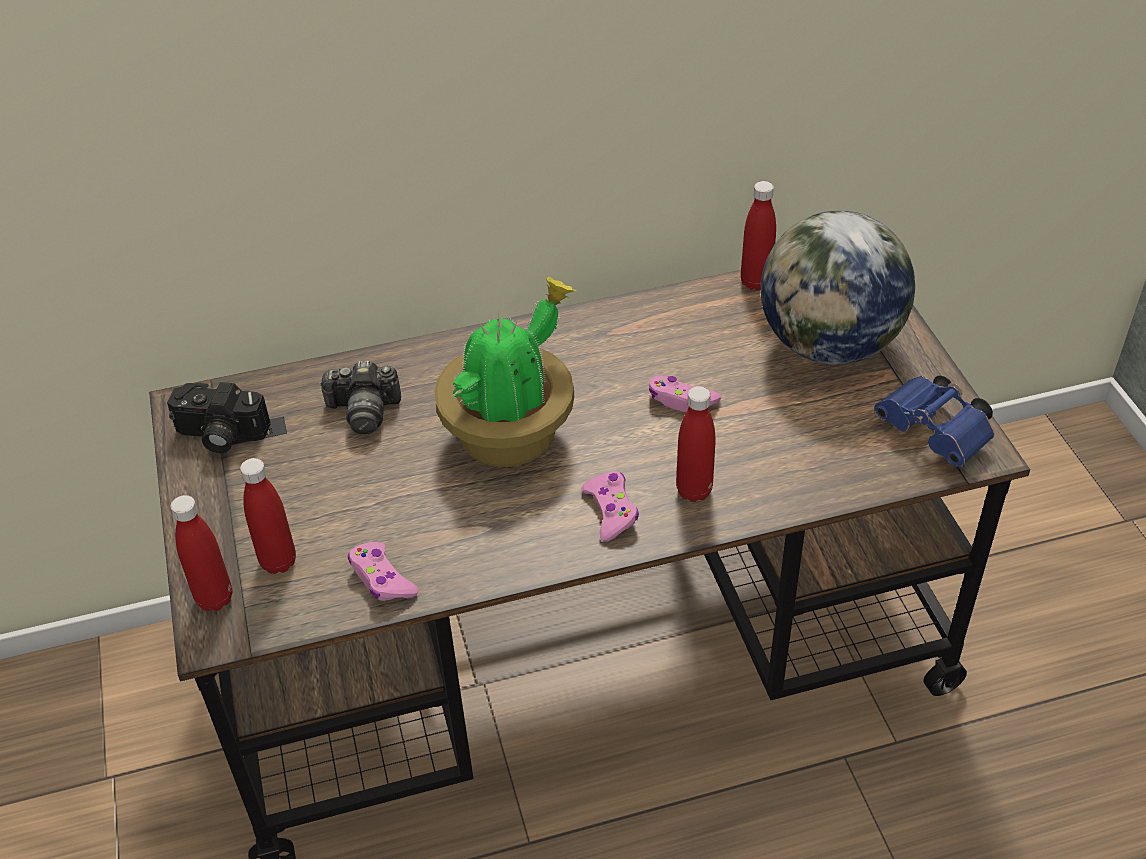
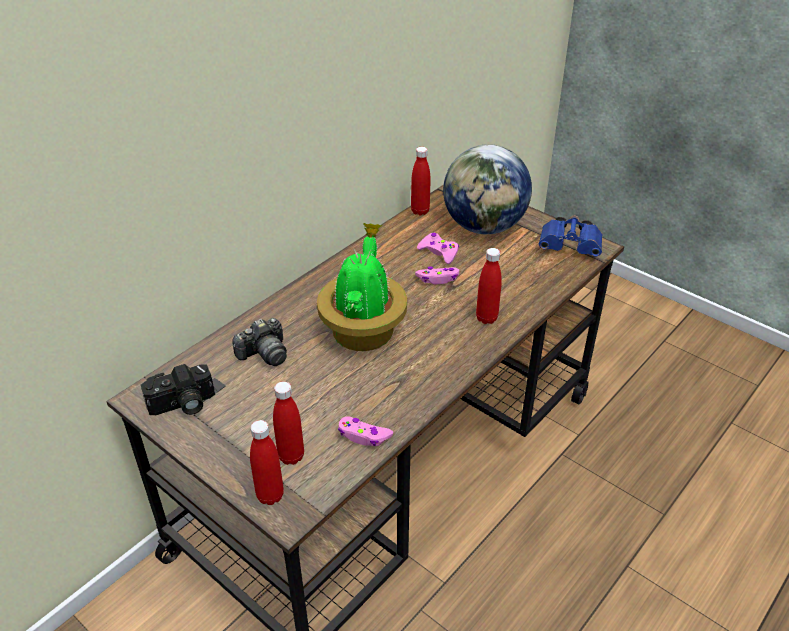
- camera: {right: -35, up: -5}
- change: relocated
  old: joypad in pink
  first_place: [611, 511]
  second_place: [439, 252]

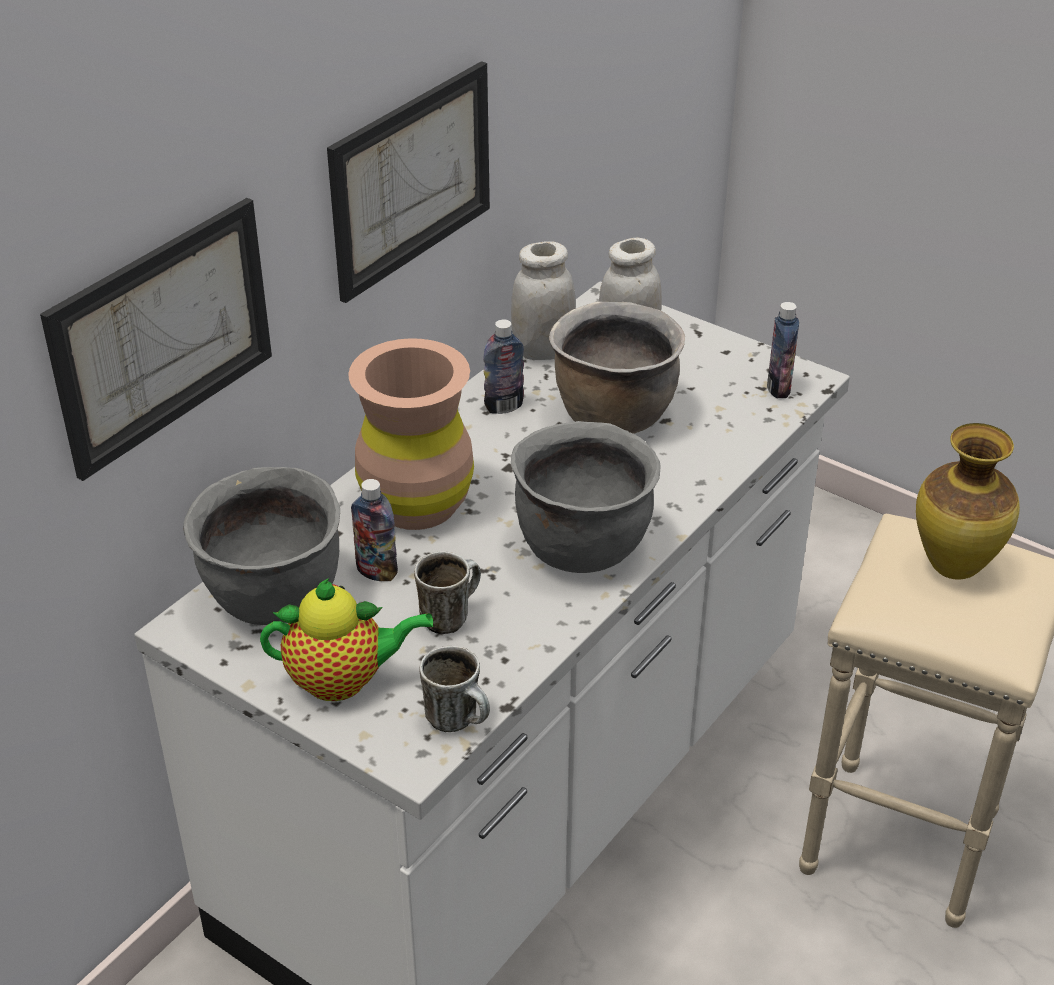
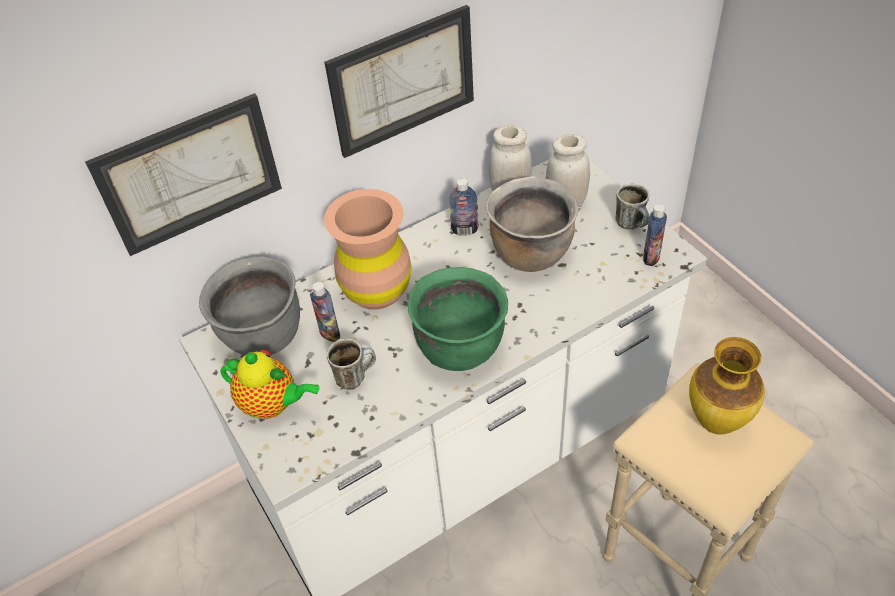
- camera: {right: 25, up: 10}
- change: colour
  old: cooking pot in greyish
  new: cooking pot in greenish
  first_place: [582, 546]
  second_place: [460, 347]
- change: relocated
  old: tea mug
  first_place: [460, 721]
  second_place: [633, 225]

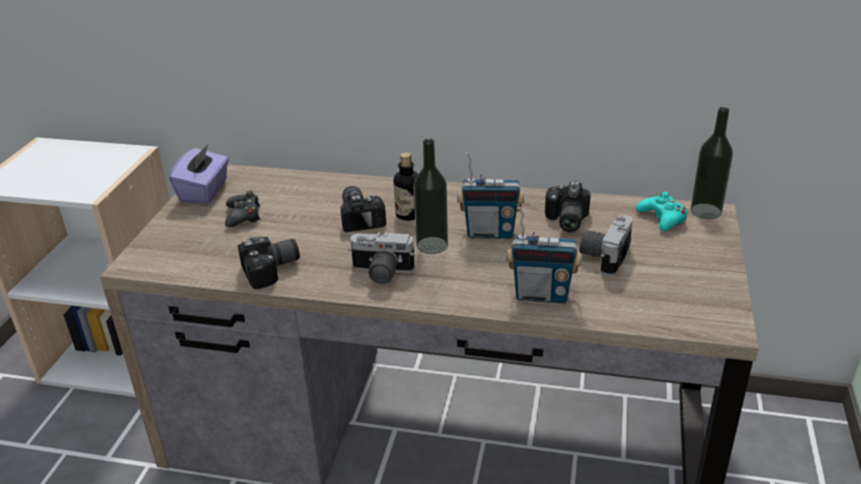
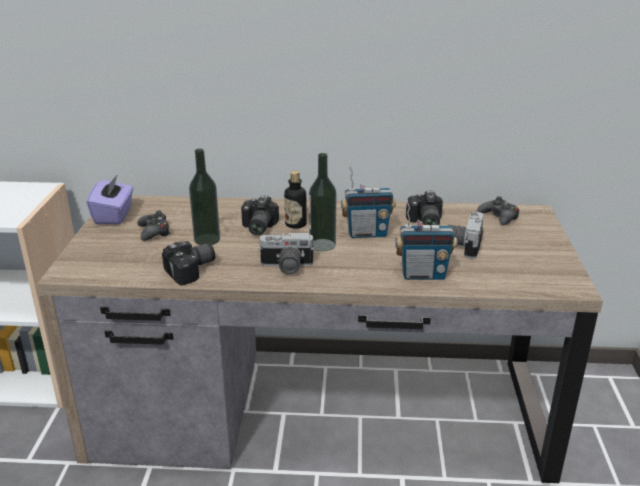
- camera: {right: -10, up: -5}
- change: relocated
  old: drink bottle
  first_place: [706, 211]
  second_place: [207, 239]
- change: spun
  old: still camera
  first_place: [362, 217]
  second_place: [257, 228]
  degrees: -150
- change: colour
  old: joypad in blue-green
  new: joypad in black-coloured
  first_place: [662, 218]
  second_place: [499, 217]

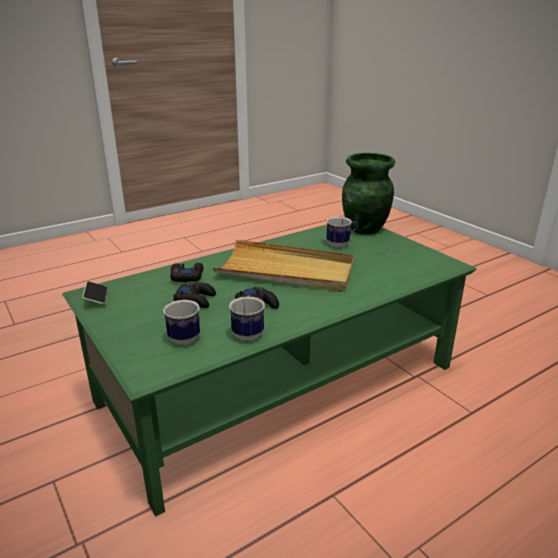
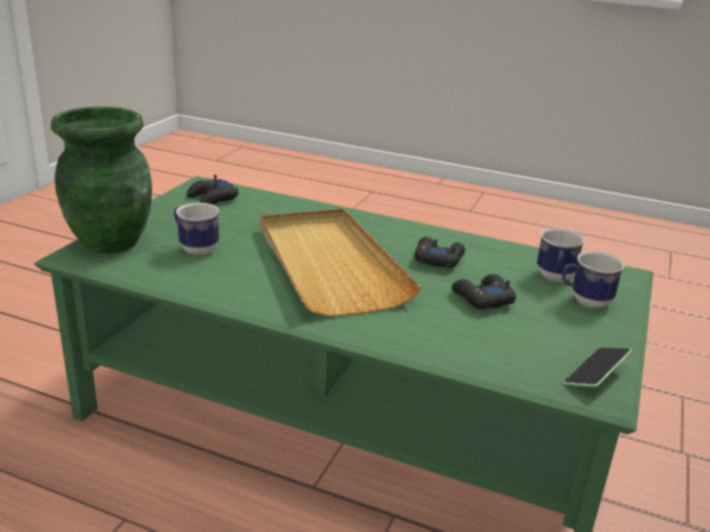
- camera: {right: -125, up: 0}
- change: relocated
  old: joypad in black-coloured
  first_place: [186, 276]
  second_place: [212, 199]
- change: relocated
  old: tea mug
  first_place: [250, 333]
  second_place: [584, 301]

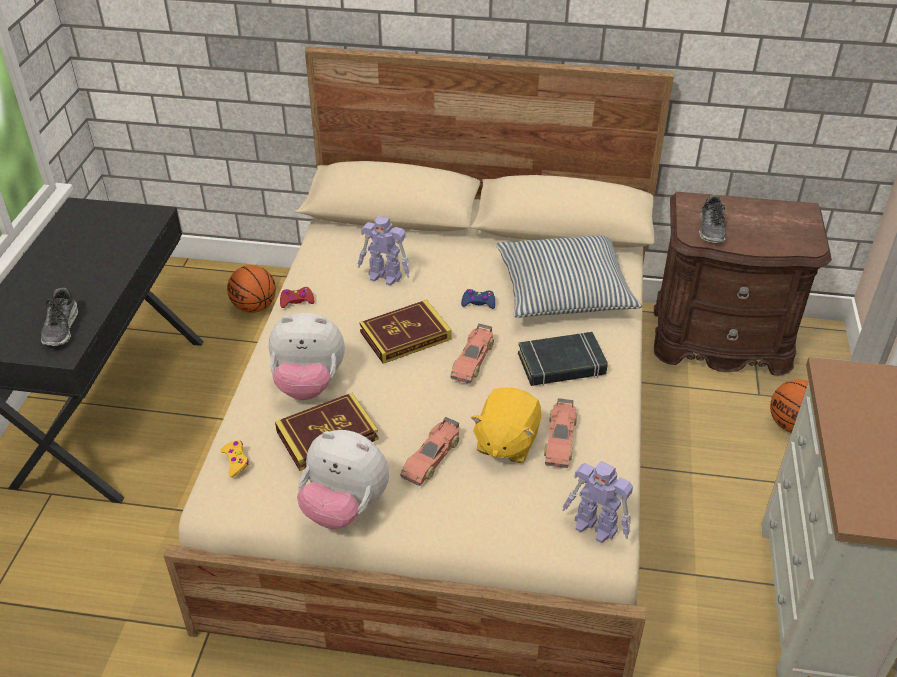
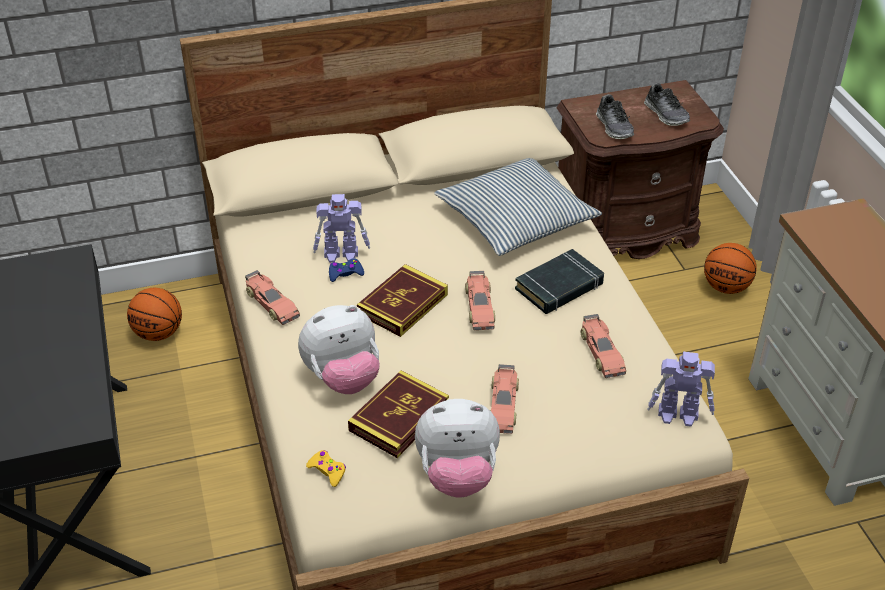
- camera: {right: -25, up: 0}
- change: exchanged
  old: joypad in reddish
  new: model car
  first_place: [296, 301]
  second_place: [271, 304]
- change: relocated
  old: low shoe
  first_place: [61, 328]
  second_place: [666, 114]
- change: relocated
  old: joypad in bluish
  first_place: [478, 302]
  second_place: [345, 273]
- change: missing
  old: soft toy in yellowish
  first_place: [506, 442]

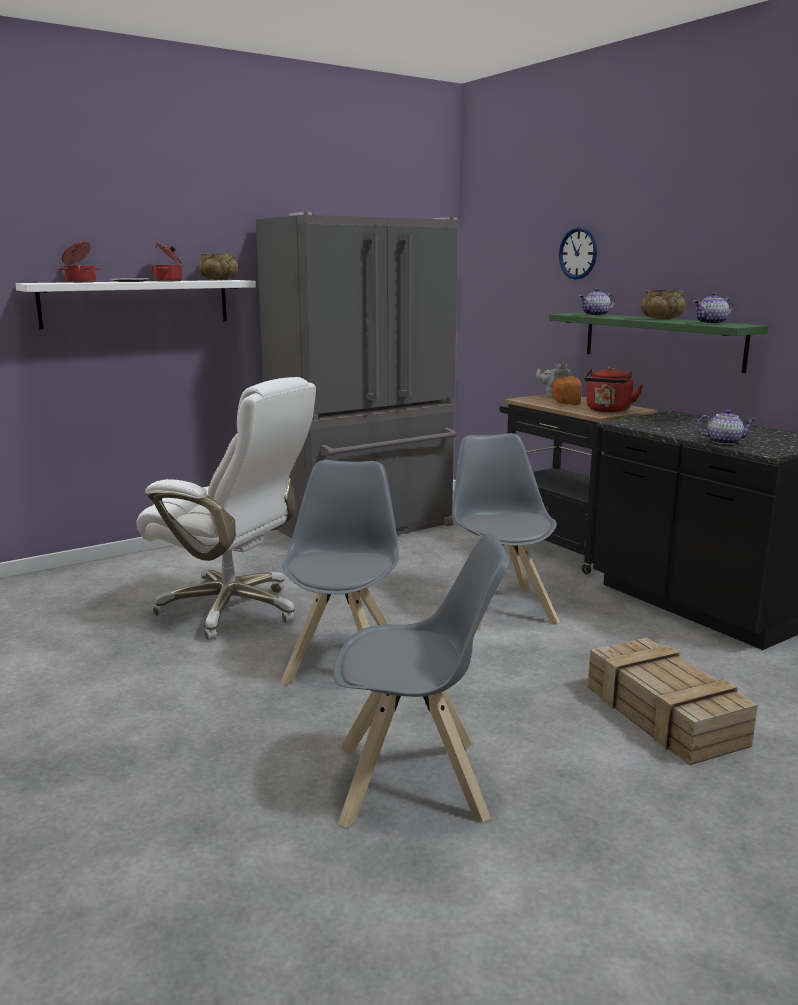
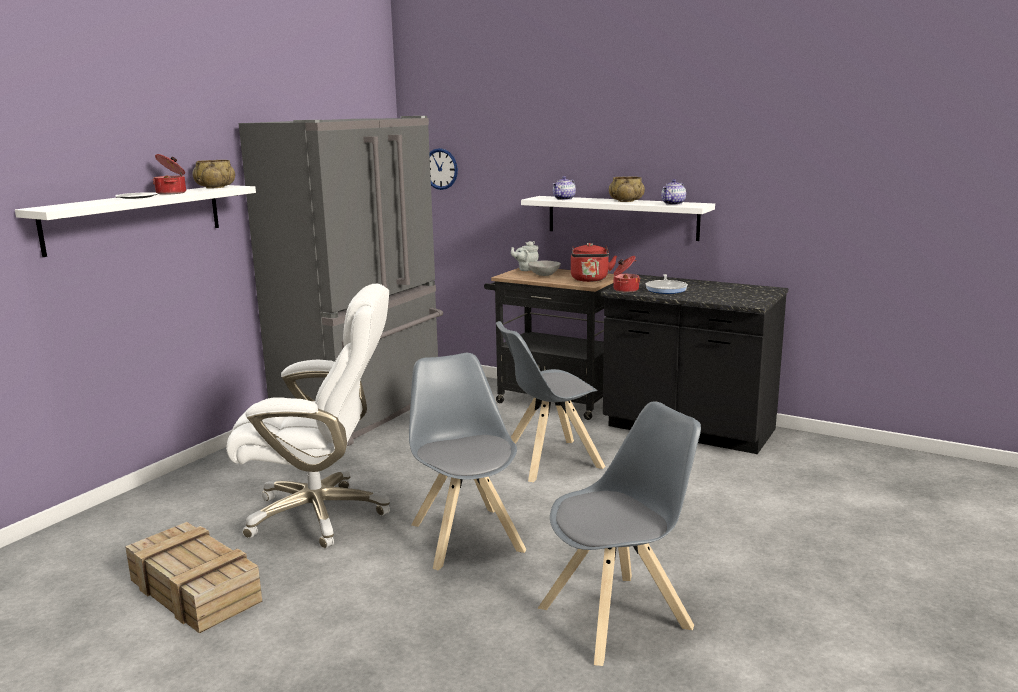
- camera: {right: -25, up: 0}
- change: relocated
  old: clock on the wall
  first_place: [578, 253]
  second_place: [440, 169]
- change: relocated
  old: cooking pot
  first_place: [80, 282]
  second_place: [625, 290]
- change: colour
  old: bracket shelf in greenish
  new: bracket shelf in white
  first_place: [661, 340]
  second_place: [621, 217]
- change: exchanged
  old: bread
  new: serving bowl in greyish
  first_place: [565, 402]
  second_place: [544, 275]
- change: missing
  old: tea pot
  first_place: [724, 442]
- change: spun
  old: plain chair in greyish
  first_place: [500, 607]
  second_place: [548, 461]
  degrees: -75
- change: relocated
  old: packing crate
  first_place: [661, 714]
  second_place: [193, 590]
- change: appeared
  new: skillet
  second_place: [666, 289]

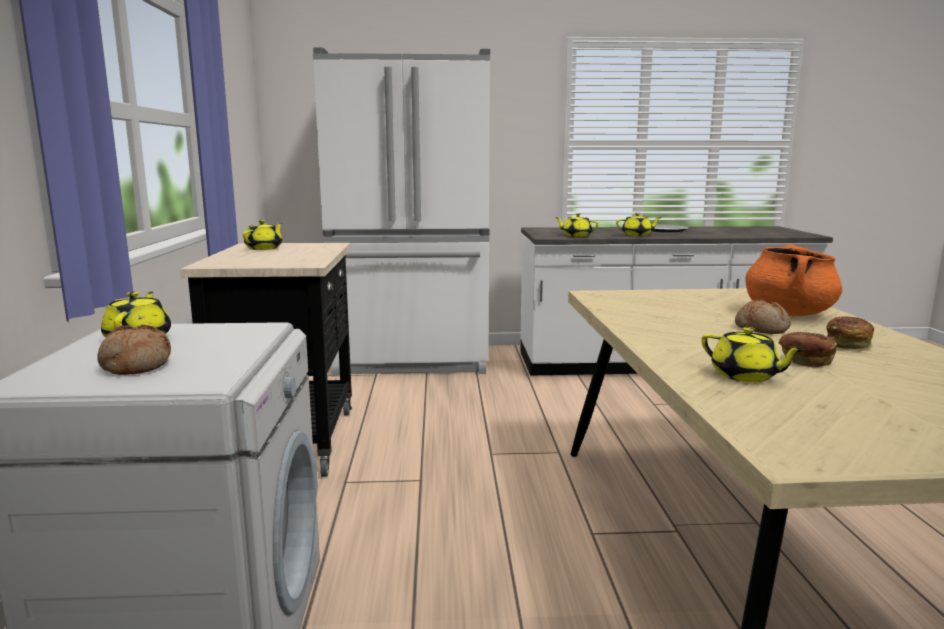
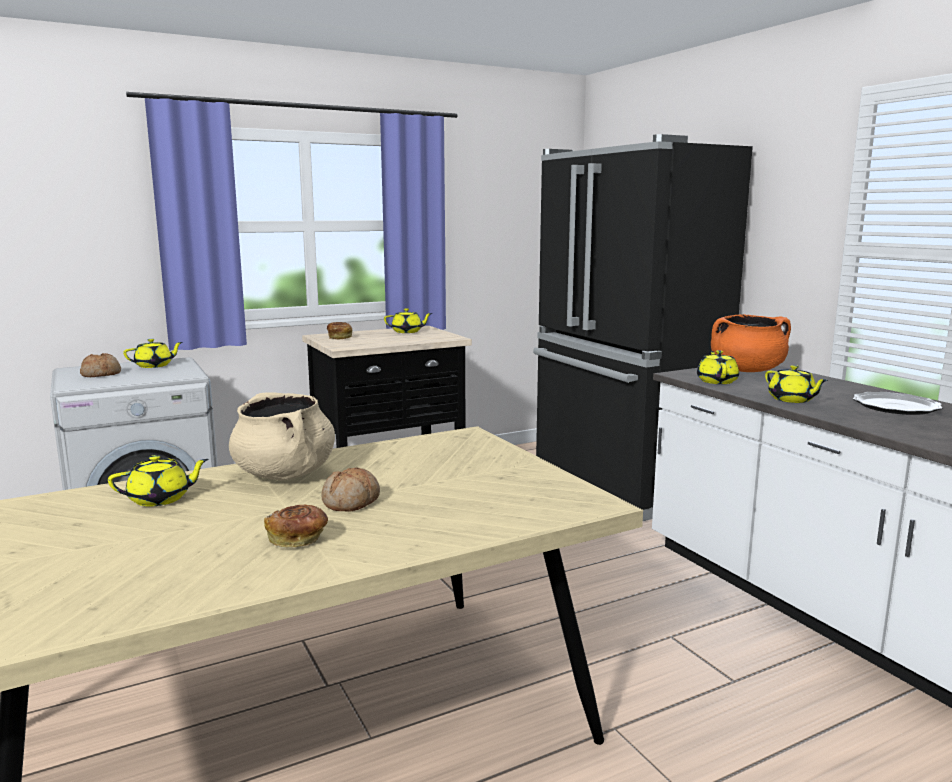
- camera: {right: 65, up: 0}
- change: colour
  old: kitchen fridge in white
  new: kitchen fridge in black-coloured
  first_place: [412, 361]
  second_place: [619, 486]
- change: relocated
  old: cooking pot in orange
  first_place: [788, 313]
  second_place: [747, 370]
- change: spun
  old: tea pot in yellowish
  first_place: [745, 376]
  second_place: [161, 499]
  degrees: -135
- change: relocated
  old: bread
  first_place: [805, 361]
  second_place: [339, 337]
- change: appeared
  new: cooking pot in beige-coloured
  second_place: [285, 474]

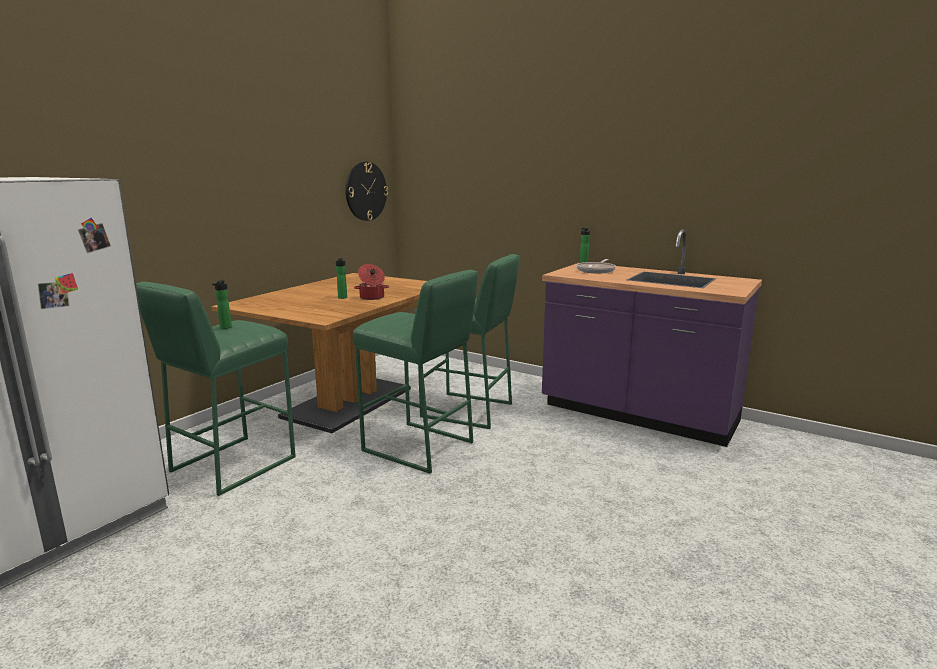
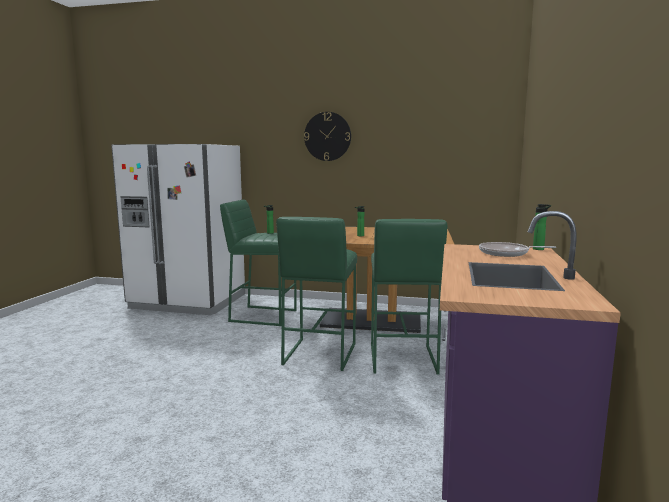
- camera: {right: 70, up: -5}
- change: relocated
  old: clock on the wall
  first_place: [365, 191]
  second_place: [327, 136]
- change: missing
  old: cooking pot
  first_place: [372, 298]

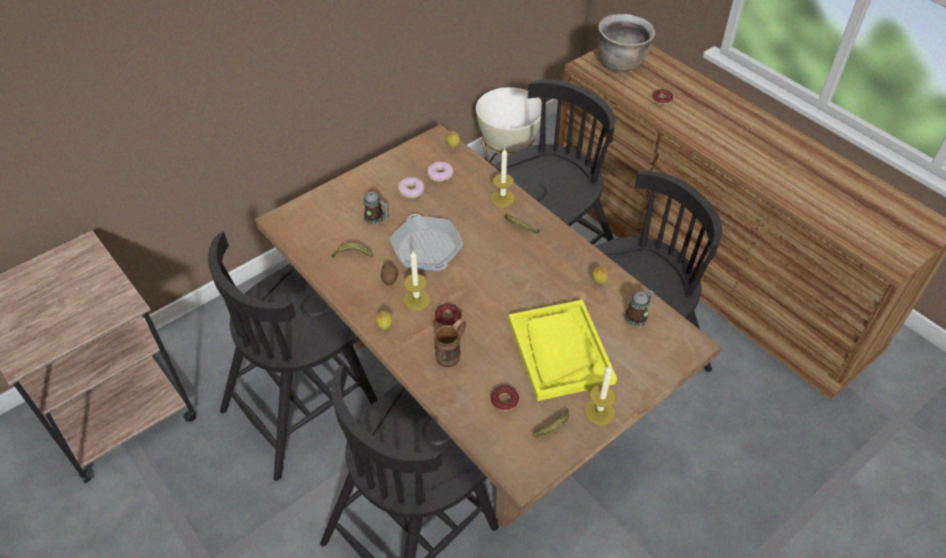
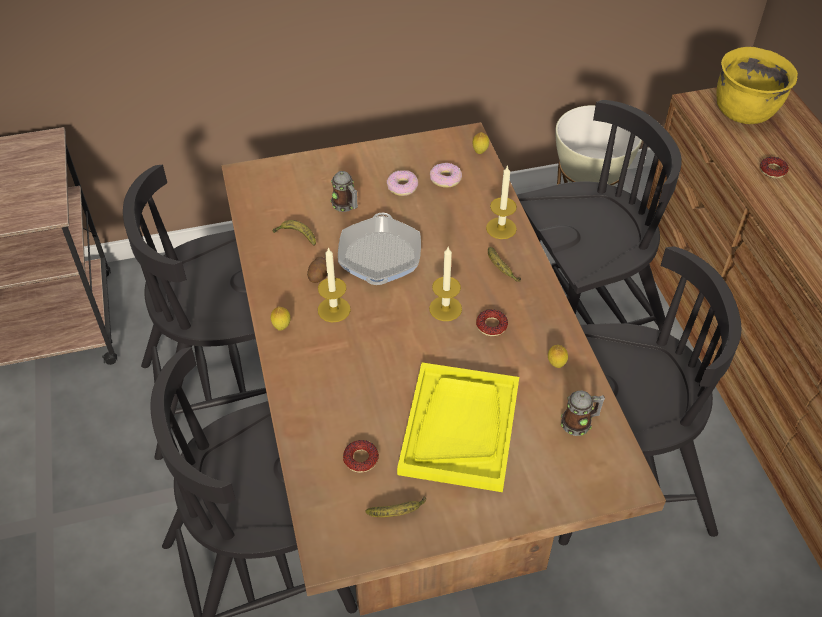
- camera: {right: 25, up: 0}
- change: colour
  old: cooking pot in brown-coloured
  new: cooking pot in yellowish
  first_place: [621, 63]
  second_place: [745, 112]
- change: relocated
  old: doughnut
  first_place: [448, 317]
  second_place: [491, 326]
- change: missing
  old: tea mug in brown-coloured
  first_place: [452, 353]
- change: relocated
  old: wax light
  first_place: [599, 412]
  second_place: [445, 308]

